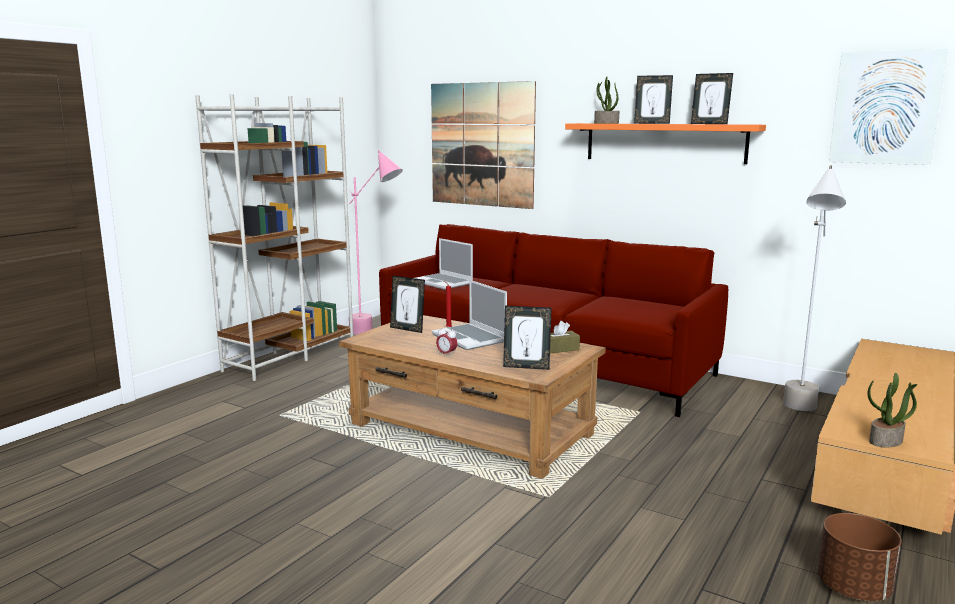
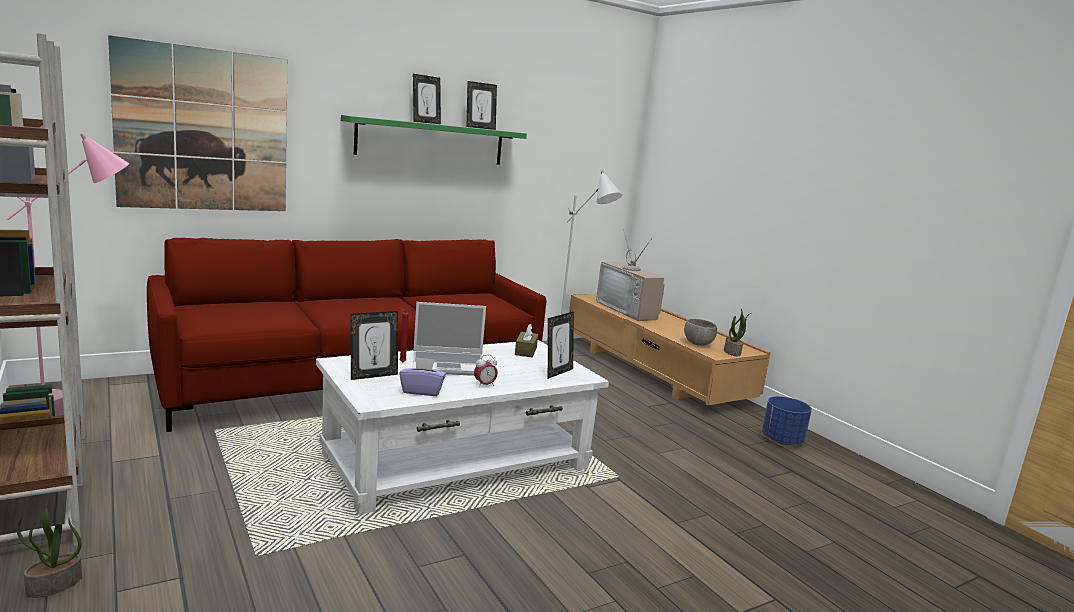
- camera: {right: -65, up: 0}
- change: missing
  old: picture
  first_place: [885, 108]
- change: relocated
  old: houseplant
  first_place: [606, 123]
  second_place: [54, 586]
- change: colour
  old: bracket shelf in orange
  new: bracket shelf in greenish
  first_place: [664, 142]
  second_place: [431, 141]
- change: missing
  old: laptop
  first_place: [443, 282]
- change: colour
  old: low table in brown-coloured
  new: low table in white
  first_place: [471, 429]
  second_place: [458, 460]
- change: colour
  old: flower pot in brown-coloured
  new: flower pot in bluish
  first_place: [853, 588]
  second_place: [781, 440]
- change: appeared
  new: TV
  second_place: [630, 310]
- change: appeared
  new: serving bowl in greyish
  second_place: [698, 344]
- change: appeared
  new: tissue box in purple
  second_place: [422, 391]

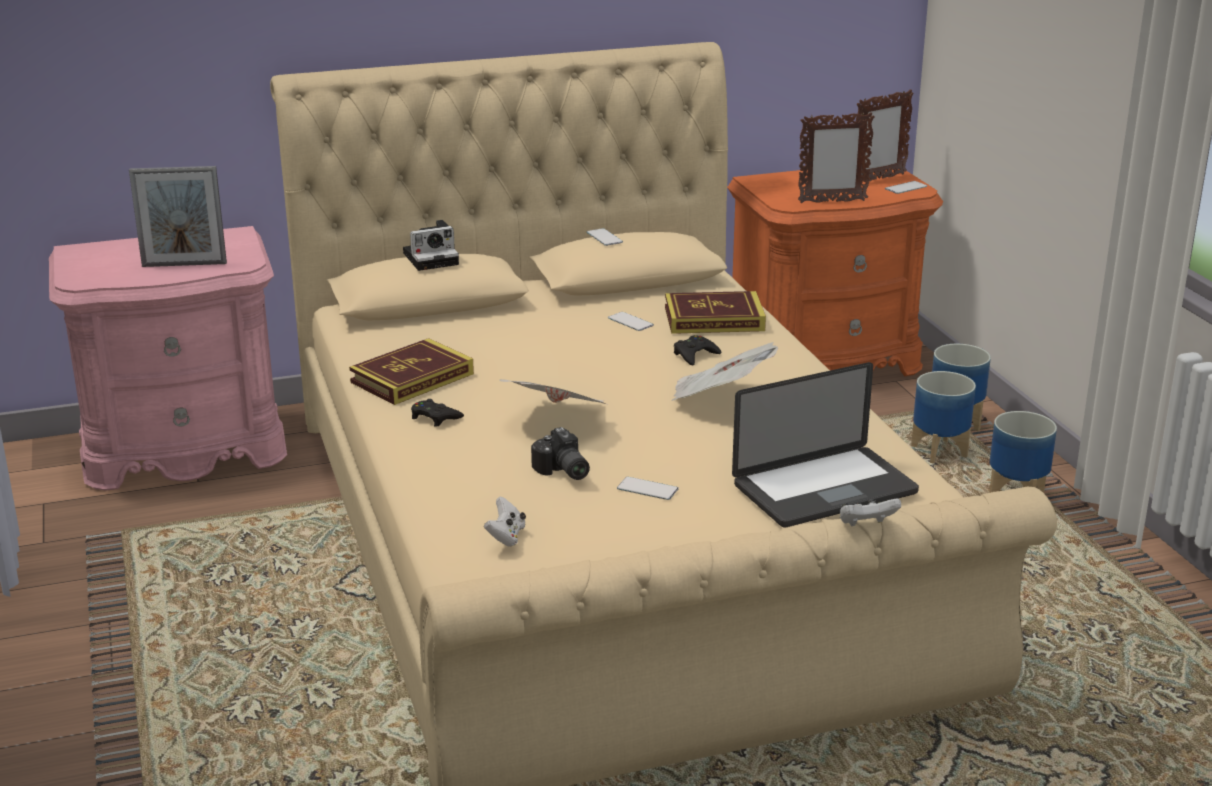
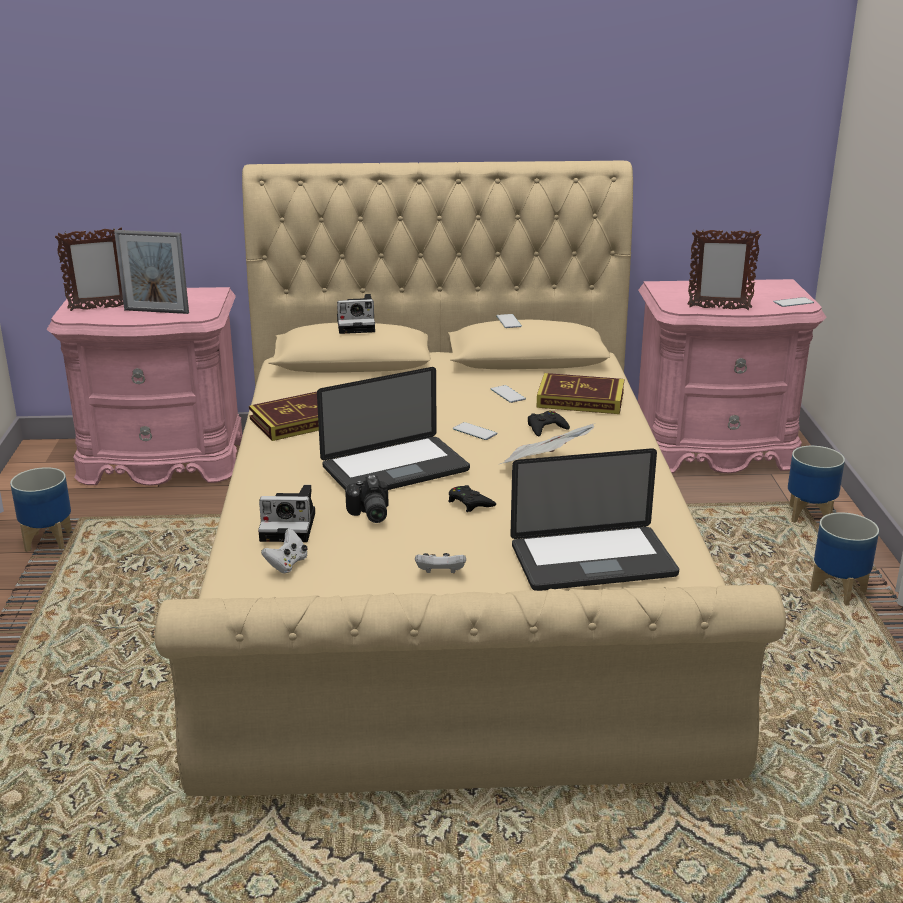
- camera: {right: 15, up: 0}
- change: relocated
  old: standing frame
  first_place: [878, 179]
  second_place: [100, 308]
- change: colour
  old: bedside table in orange
  new: bedside table in pink
  first_place: [828, 362]
  second_place: [717, 451]
- change: relocated
  old: flower pot
  first_place: [938, 452]
  second_place: [49, 541]
- change: exchanged
  old: printed paper
  new: laptop
  first_place: [559, 419]
  second_place: [395, 469]
- change: relocated
  old: joypad in black-coloured
  first_place: [435, 417]
  second_place: [469, 503]
- change: relocated
  old: telephone
  first_place: [647, 489]
  second_place: [474, 431]
- change: relocated
  old: joypad in white
  first_place: [866, 525]
  second_place: [440, 574]
- change: appeared
  new: still camera
  second_place: [291, 526]

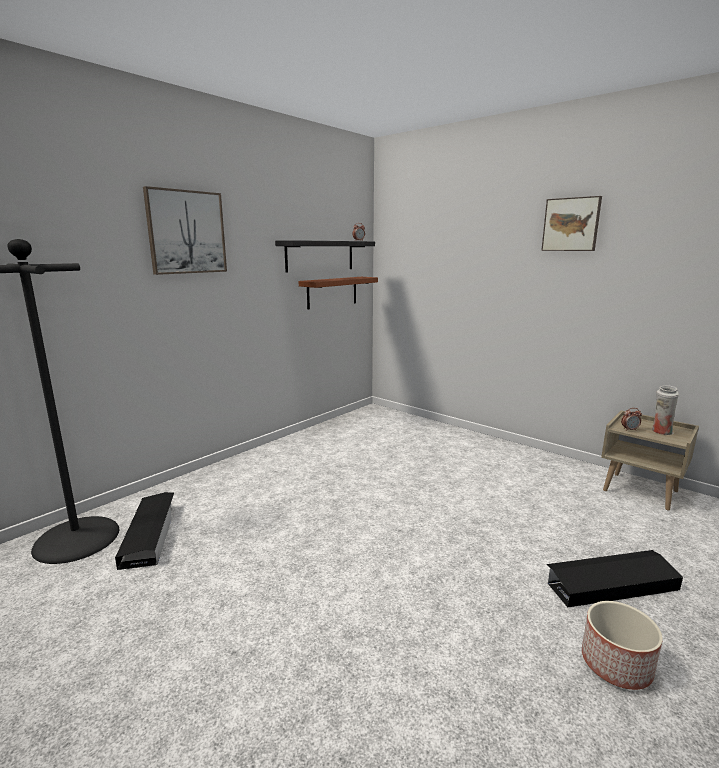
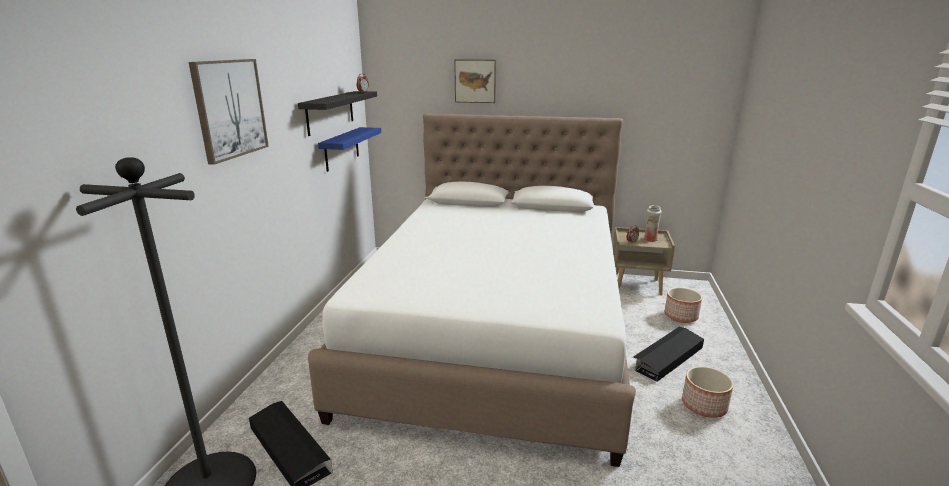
- camera: {right: -30, up: 5}
- change: relocated
  old: picture
  first_place: [571, 224]
  second_place: [475, 81]
- change: colour
  old: bracket shelf in brown-coloured
  new: bracket shelf in bluish
  first_place: [332, 292]
  second_place: [342, 149]
- change: appeared
  new: sleeping bed in white
  second_place: [496, 331]
- change: appeared
  new: flower pot
  second_place: [681, 316]

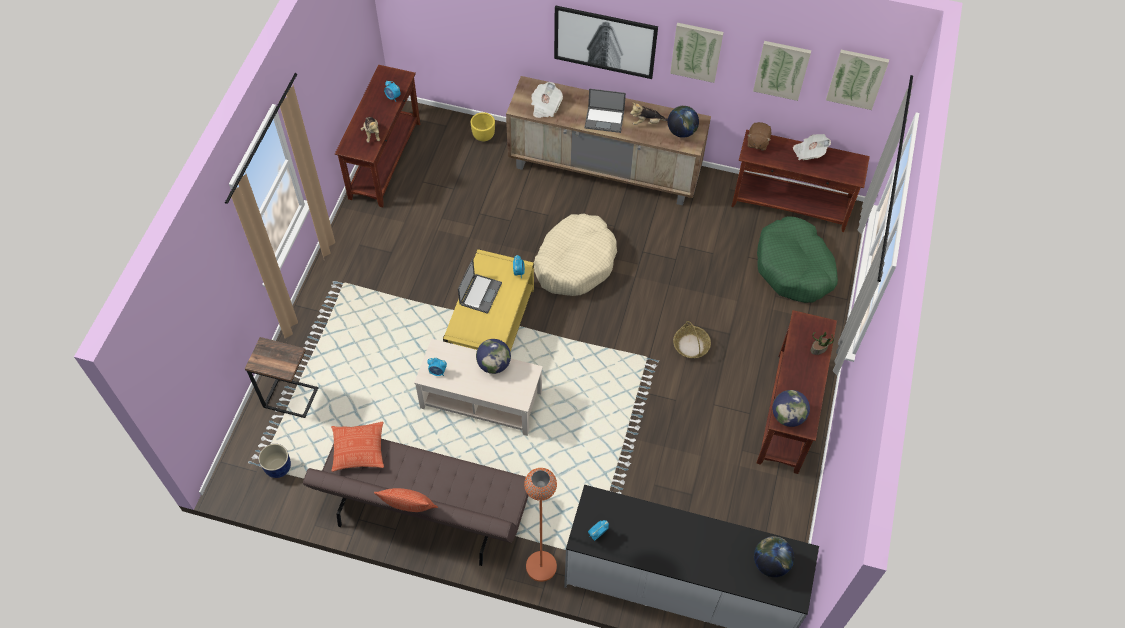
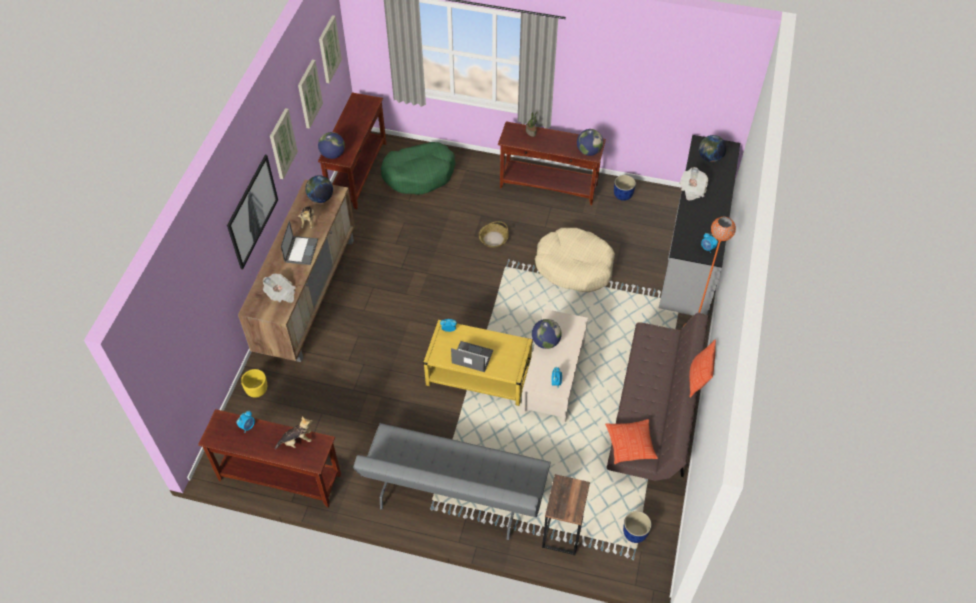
- camera: {right: -90, up: -5}
- change: exchanged
  old: soft toy in brown-coloured
  new: globe
  first_place: [757, 142]
  second_place: [333, 155]
- change: relocated
  old: printed paper
  first_place: [809, 152]
  second_place: [692, 190]
- change: relocated
  old: dog bed in beige-coloured
  first_place: [575, 262]
  second_place: [574, 266]
- change: appeared
  new: flower pot in bluish
  second_place: [623, 195]
- change: appeared
  new: couch in greyish
  second_place: [454, 487]

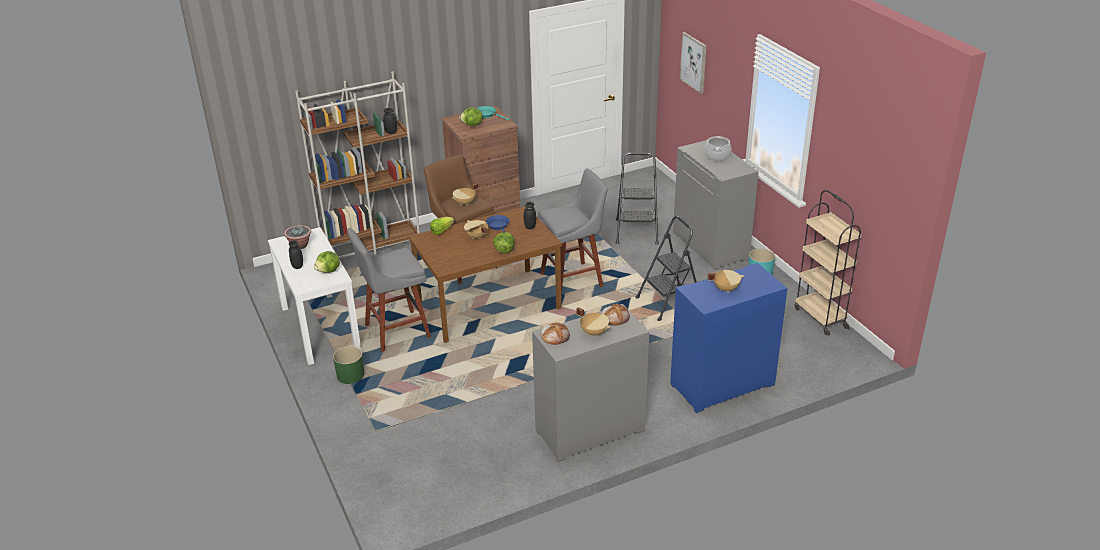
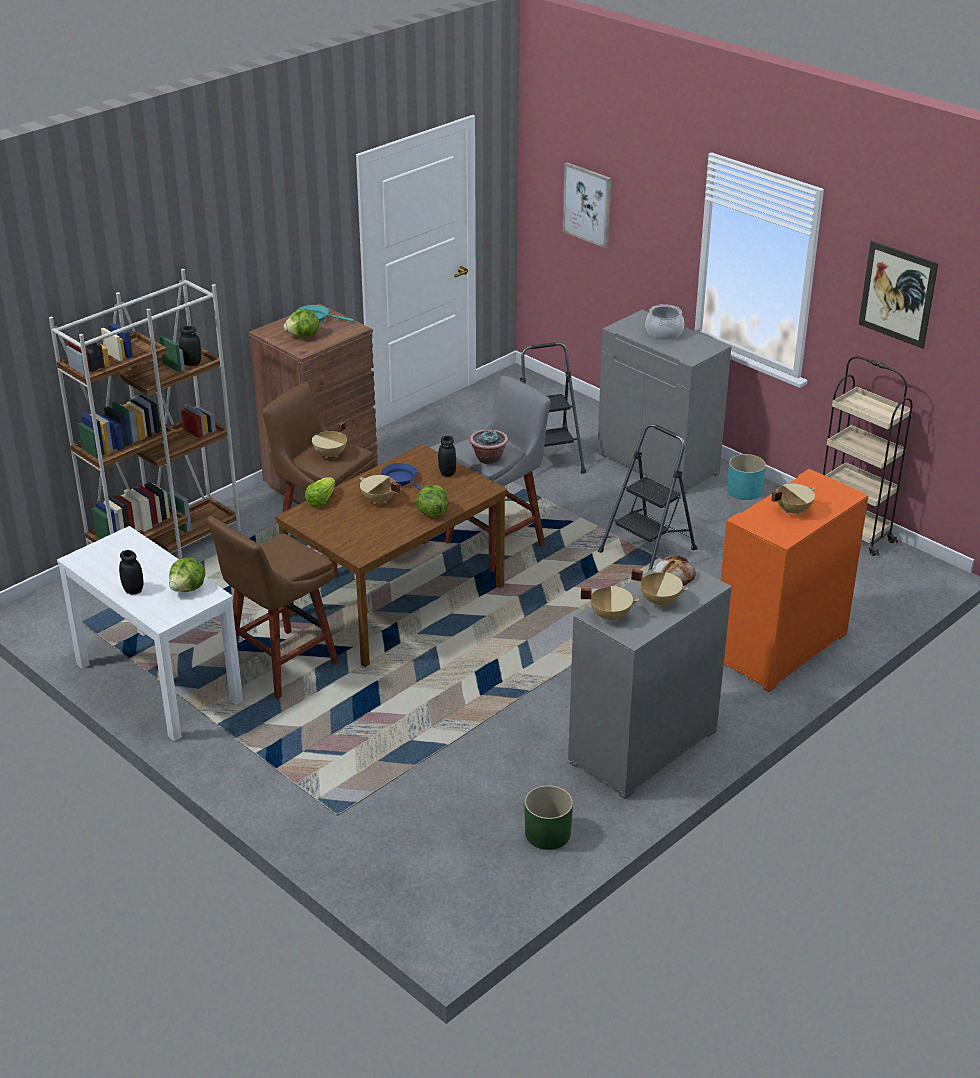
- camera: {right: -20, up: 0}
- change: relocated
  old: houseplant
  first_place: [299, 245]
  second_place: [488, 458]
- change: colour
  old: sitting stool in greyish
  new: sitting stool in brown-coloured
  first_place: [395, 331]
  second_place: [280, 665]
- change: colour
  old: cabinet in bluish
  new: cabinet in orange
  first_place: [722, 385]
  second_place: [781, 648]
- change: exchanged
  old: bread
  new: cooking pot in beige-coloured
  first_place: [555, 335]
  second_place: [610, 615]
- change: relocated
  old: flower pot in greenish
  first_place: [350, 375]
  second_place: [547, 833]
- change: appeared
  new: picture
  second_place: [897, 294]

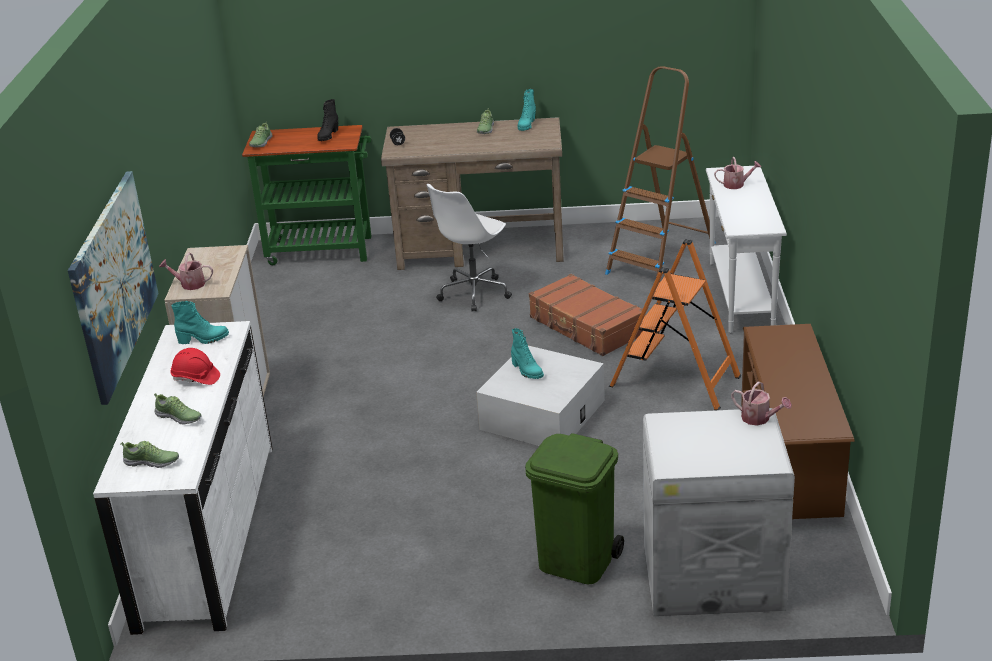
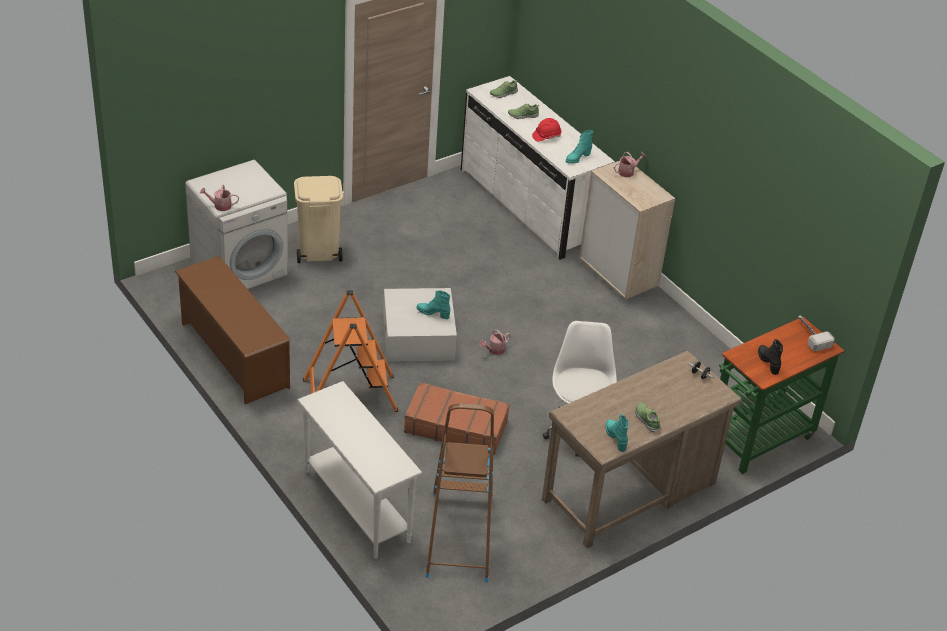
- camera: {right: 140, up: 10}
- change: exchanged
  old: low shoe
  new: hammer
  first_place: [260, 143]
  second_place: [810, 335]
- change: relocated
  old: sprinkling can
  first_place: [736, 184]
  second_place: [494, 350]
- change: missing
  old: picture
  first_place: [114, 283]
- change: colour
  old: waste bin in greenish
  new: waste bin in beige-coloured
  first_place: [577, 562]
  second_place: [318, 251]

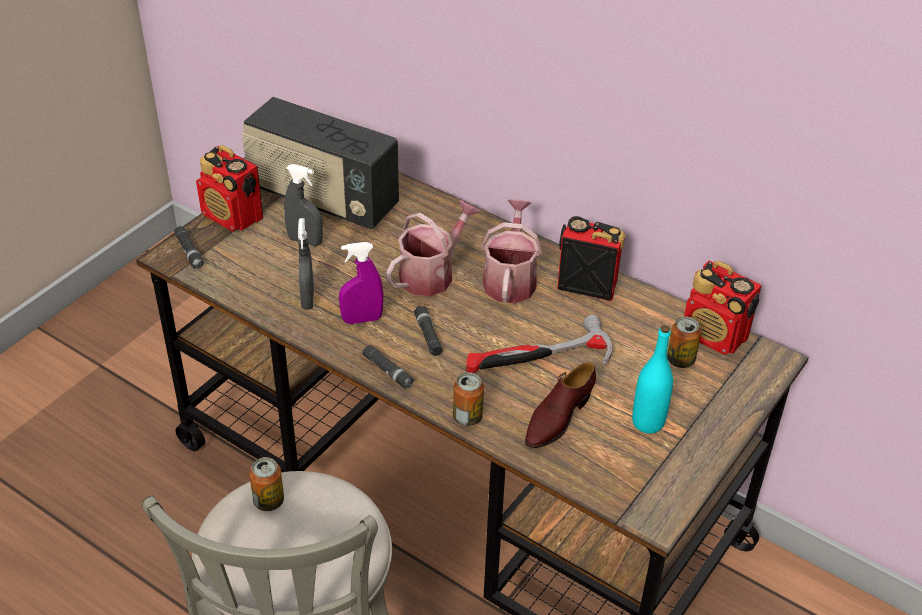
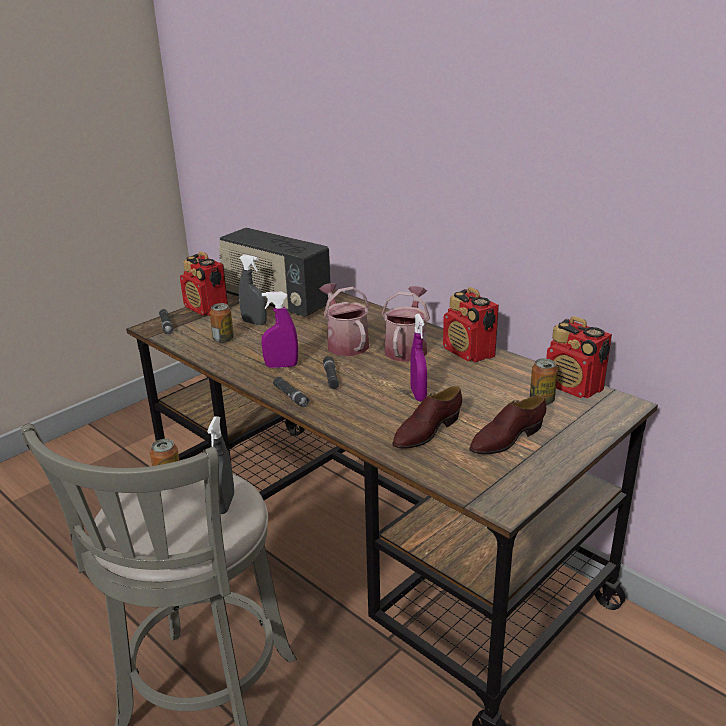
- camera: {right: 10, up: -15}
- change: spun
  old: sprinkling can
  first_place: [431, 274]
  second_place: [345, 343]
  degrees: -75
- change: spun
  old: radio set
  first_place: [587, 283]
  second_place: [469, 353]
  degrees: -150
- change: relocated
  old: hand sprayer in greyish
  first_place: [307, 299]
  second_place: [225, 504]
- change: exchanged
  old: hammer
  new: hand sprayer in purple
  first_place: [538, 359]
  second_place: [418, 394]
- change: exchanged
  old: drink bottle in blue-green
  new: low shoe in brown-coloured
  first_place: [648, 422]
  second_place: [506, 439]
- change: relocated
  old: sealed can
  first_place: [467, 417]
  second_place: [223, 339]

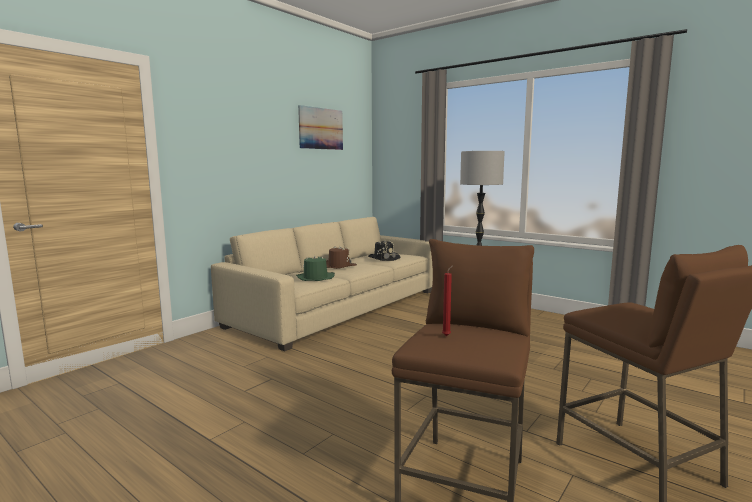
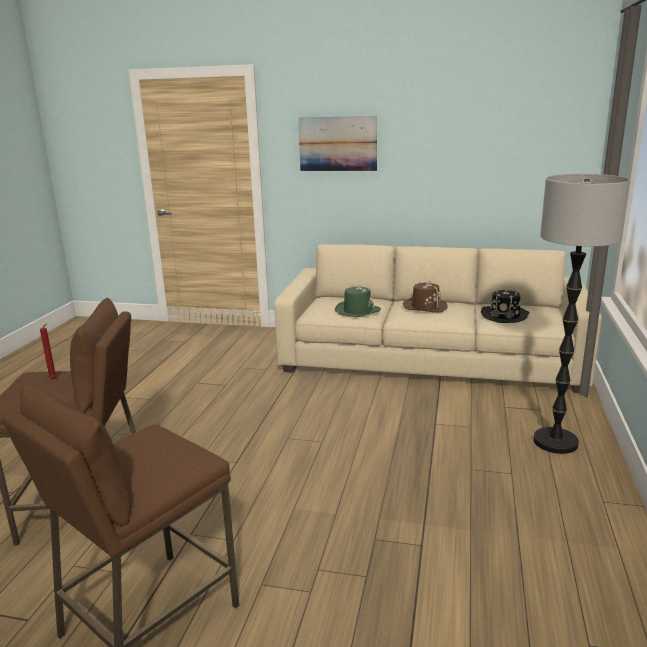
- camera: {right: 65, up: 10}
- change: relocated
  old: picture
  first_place: [321, 128]
  second_place: [337, 144]

